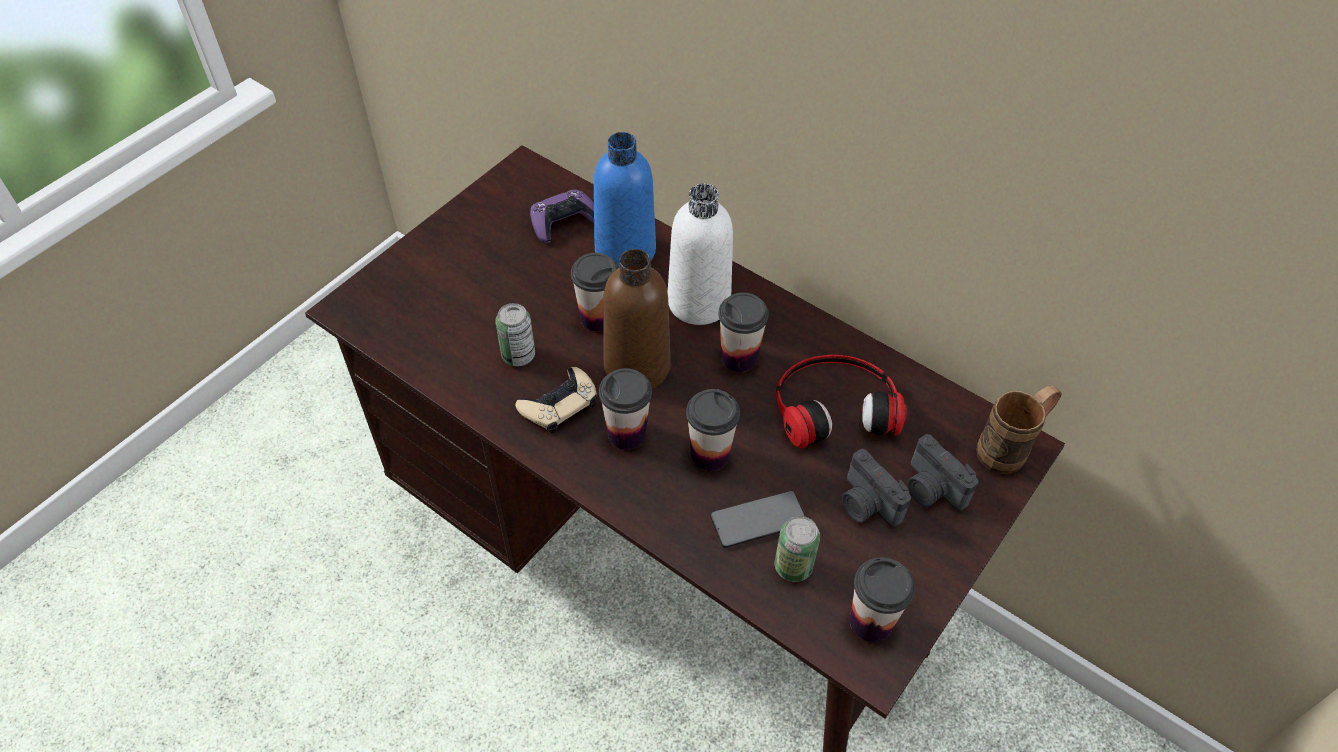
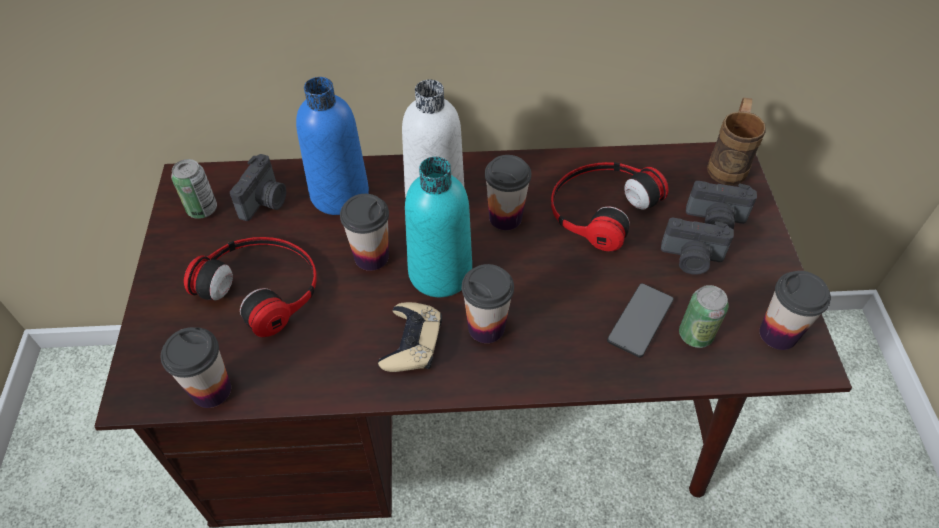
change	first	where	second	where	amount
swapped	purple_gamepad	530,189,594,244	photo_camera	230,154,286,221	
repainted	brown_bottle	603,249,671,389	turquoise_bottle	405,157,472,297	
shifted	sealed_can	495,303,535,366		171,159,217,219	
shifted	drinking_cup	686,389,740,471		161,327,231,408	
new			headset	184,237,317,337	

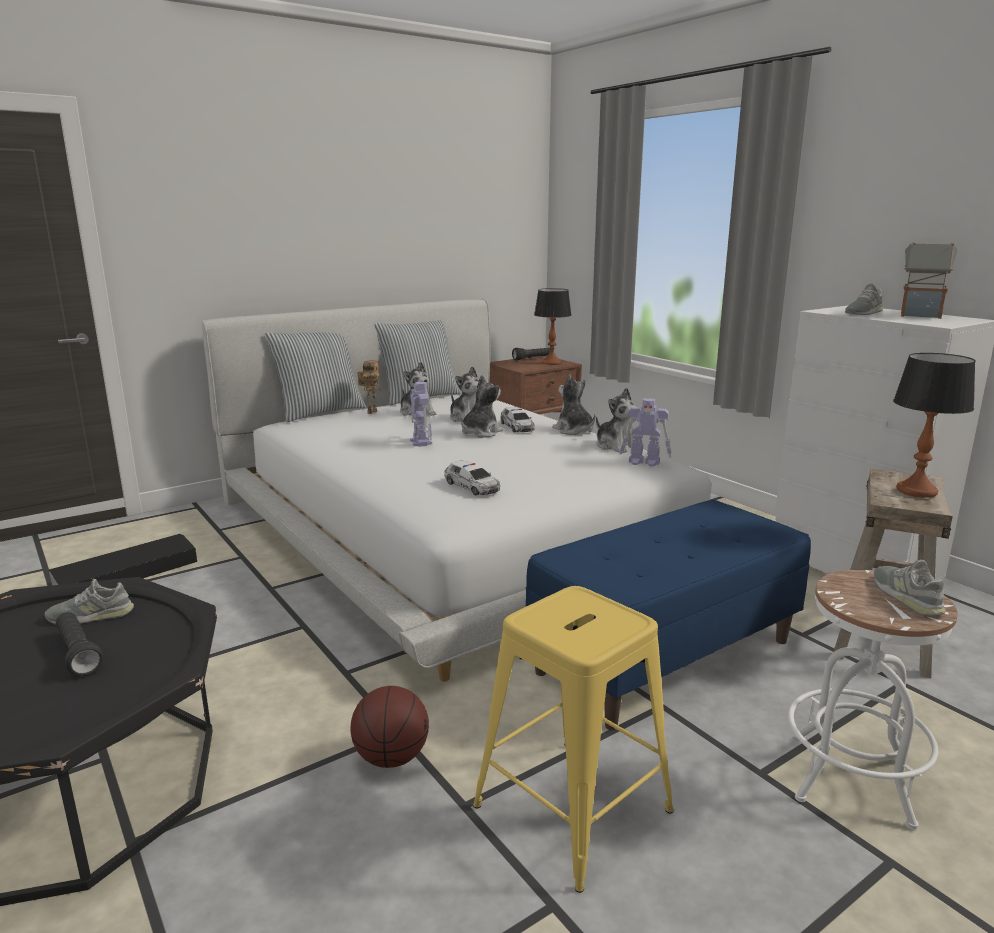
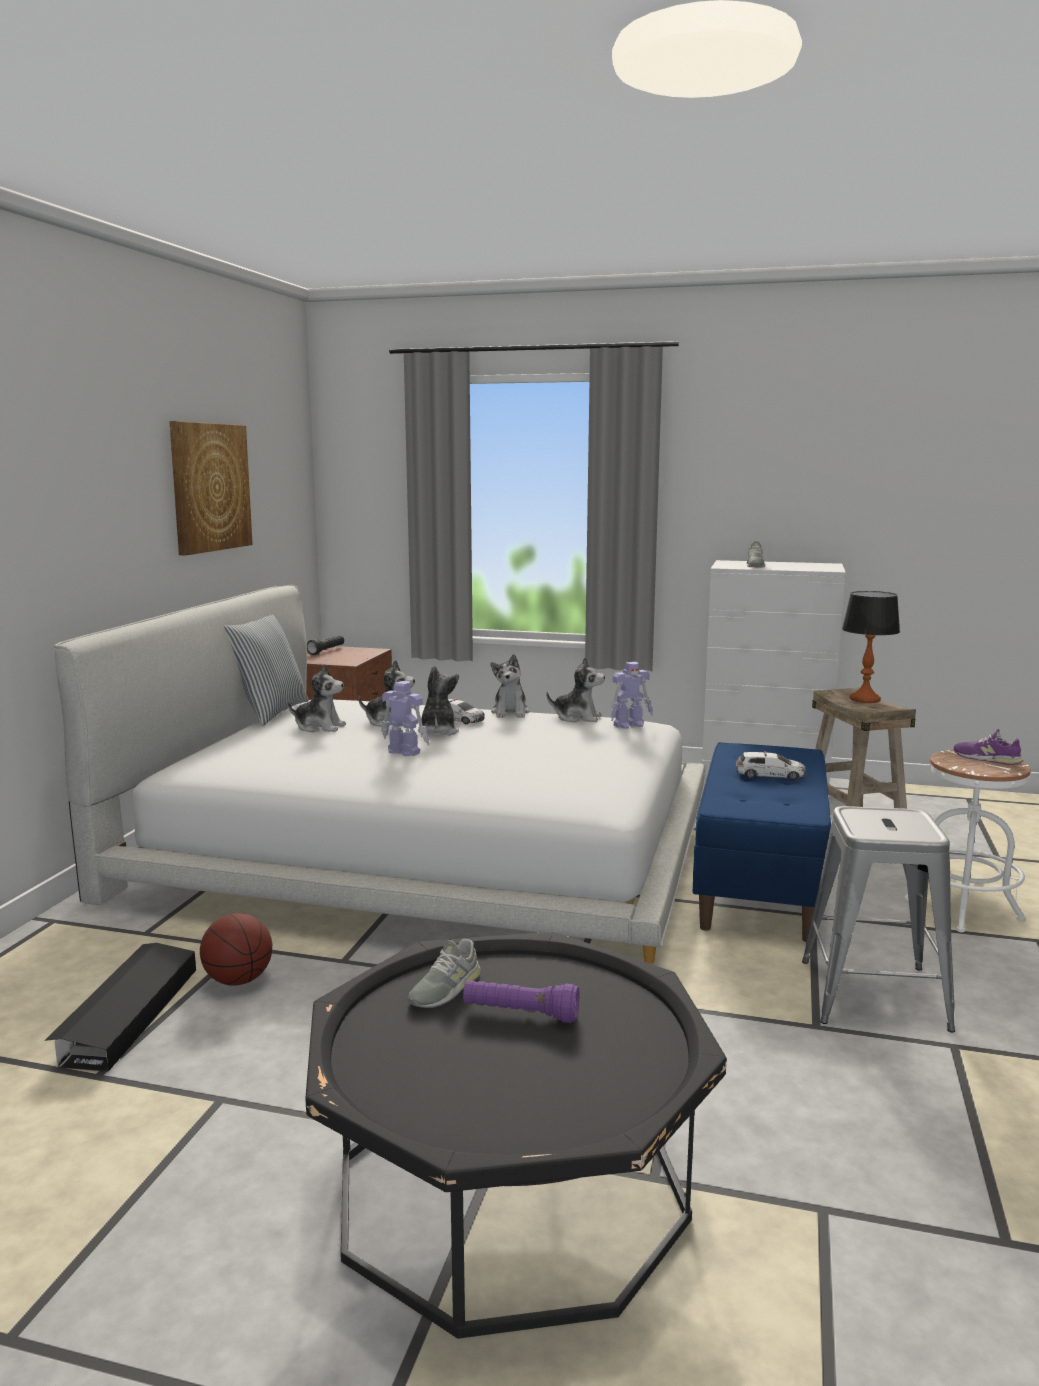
change	first	where	second	where	amount
gone	model_house	901,242,958,319			
gone	tabletop_lamp	534,288,572,365			
gone	throw_pillow	264,332,366,423			
gone	robot_figure	357,360,382,414			
rotated	cuddly_toy	552,375,595,435		491,654,529,718	105 degrees counterclockwise
shifted	toy_car	444,460,500,495		736,751,806,780	
repainted	gray_low_shoe	874,560,945,615	purple_low_shoe	954,729,1023,765	
repainted	yellowish_sitting_stool	473,586,674,893	gray_sitting_stool	802,806,955,1032	
repainted	blackish_flashlight	56,612,103,676	purple_flashlight	463,980,579,1023	
shifted	basketball	350,686,429,768		200,913,272,986	
new			picture	169,421,252,556	

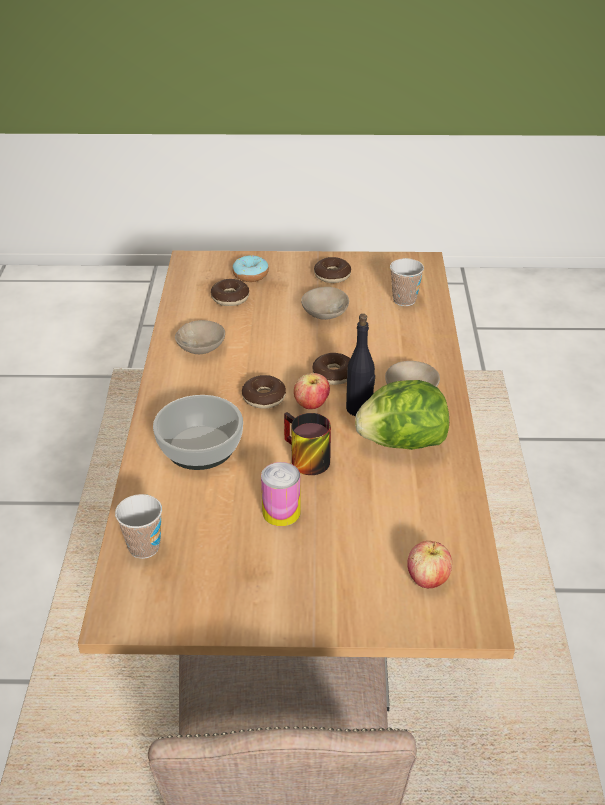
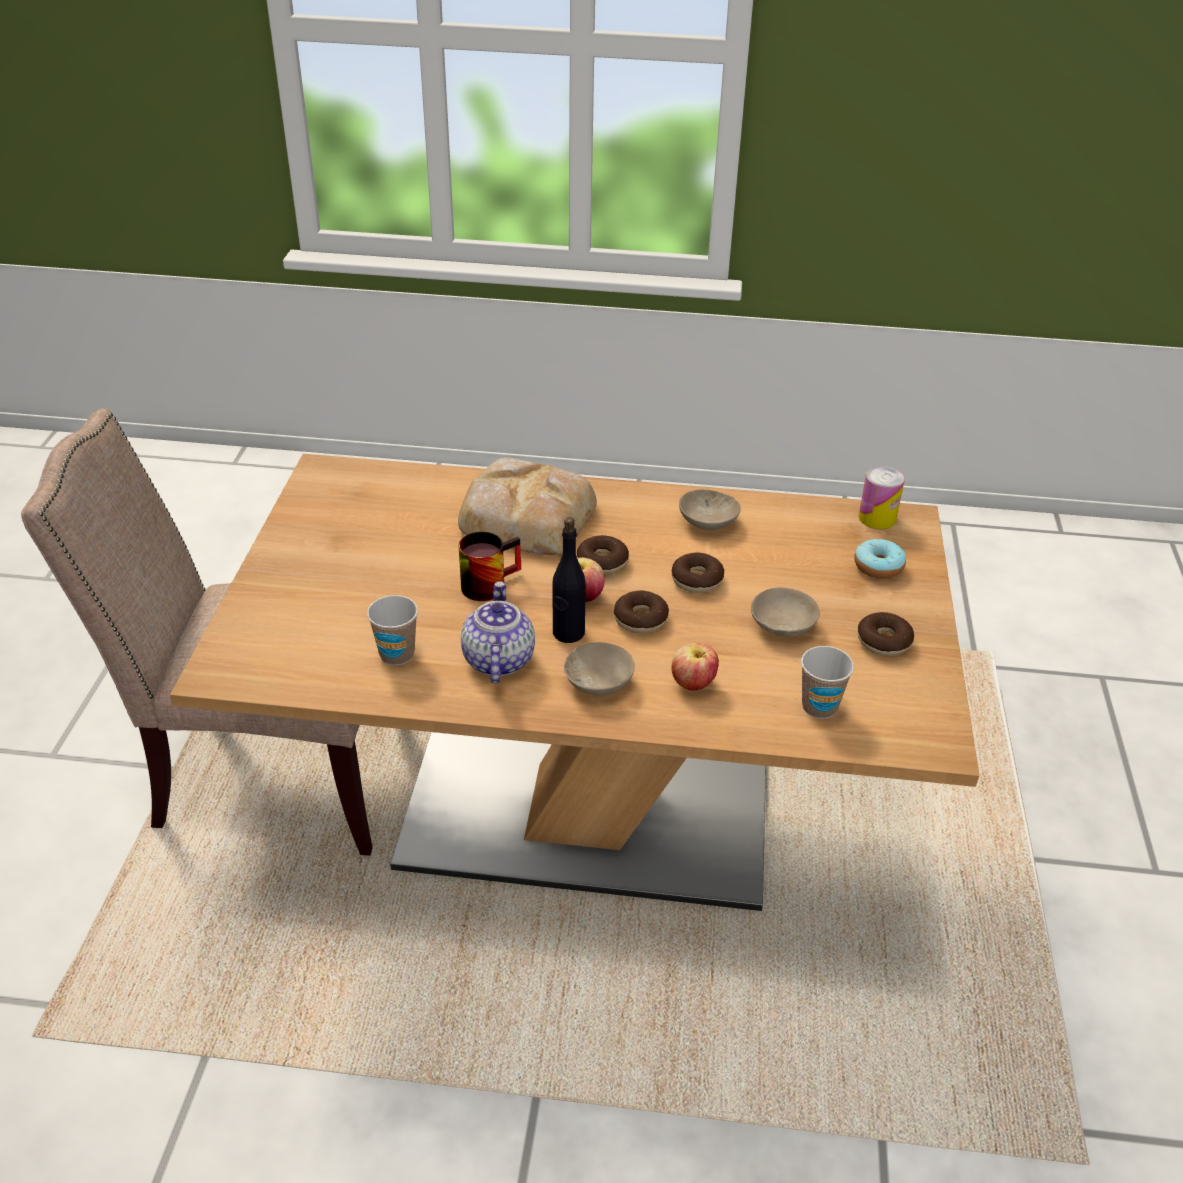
change	first	where	second	where	amount
shifted	ring_doughnut	211,279,249,306		671,553,724,593	
swapped	lettuce_head	355,380,449,450	tea_pot	461,581,535,683	
swapped	serving_bowl	153,395,243,470	baked_bread	458,457,597,555	
shifted	sealed_can	261,462,301,526		859,466,905,529	
shifted	drinking_cup	115,494,162,559		367,595,418,666	
shifted	apple_fruit	407,541,452,588		672,642,719,691	

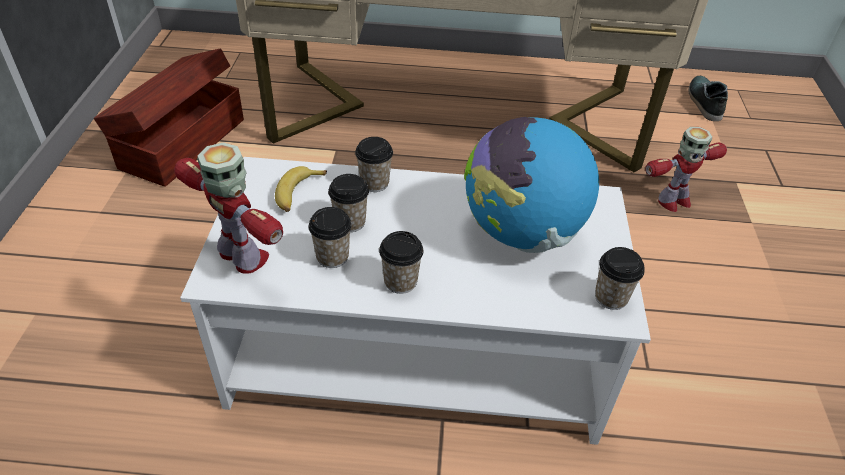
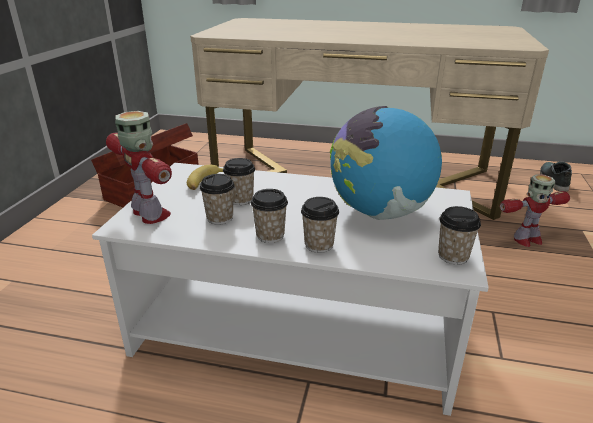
change	first	where	second	where	amount
shifted	drinking_cup	355,137,393,192		301,197,339,253	

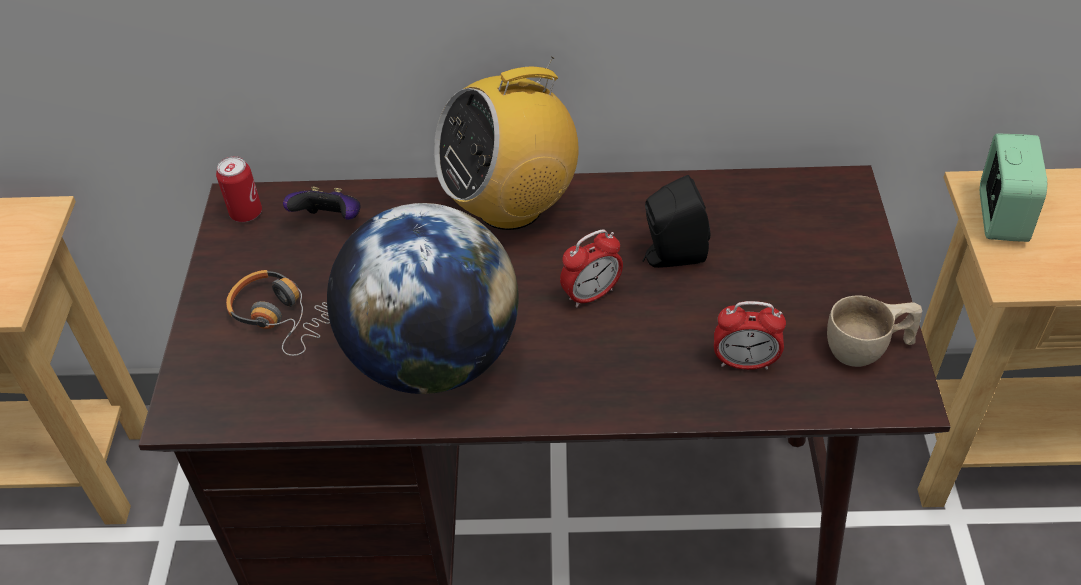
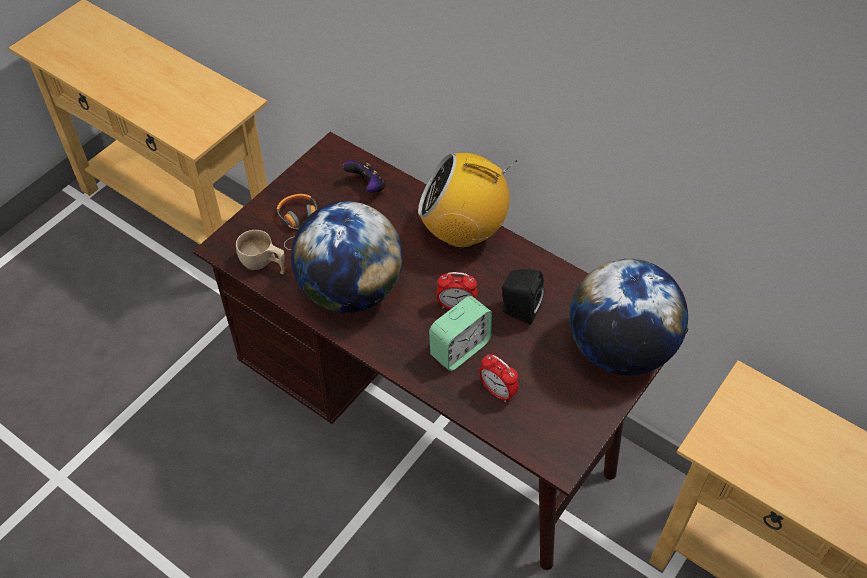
change	first	where	second	where	amount
shifted	alarm_clock	980,133,1047,242		429,296,492,371	
gone	sealed_can	216,156,262,222			
shifted	beige_drinking_cup	827,295,922,367		236,230,285,274	
new			world_globe	569,259,688,375	

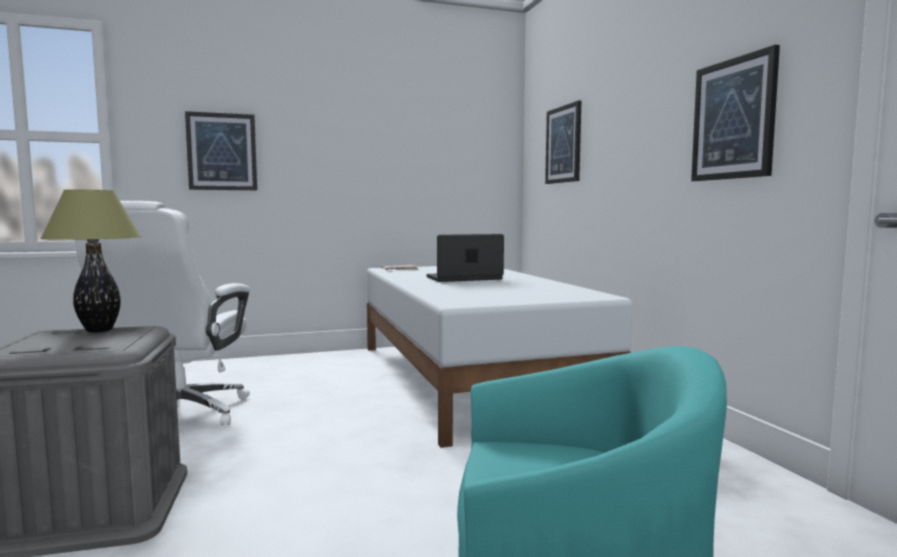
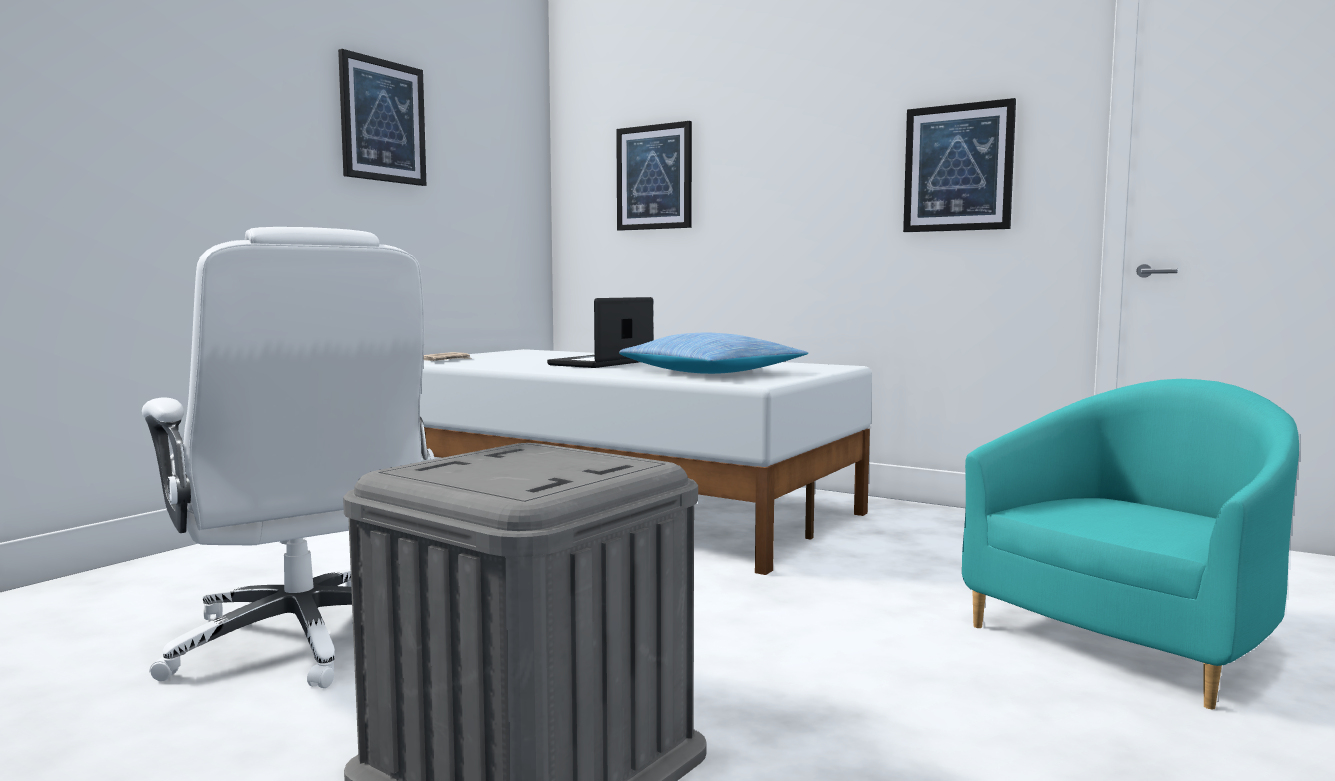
change	first	where	second	where	amount
shifted	picture	185,111,257,190		338,49,426,186	
gone	tabletop_lamp	40,189,141,332			
new			throw_pillow	619,332,808,374	

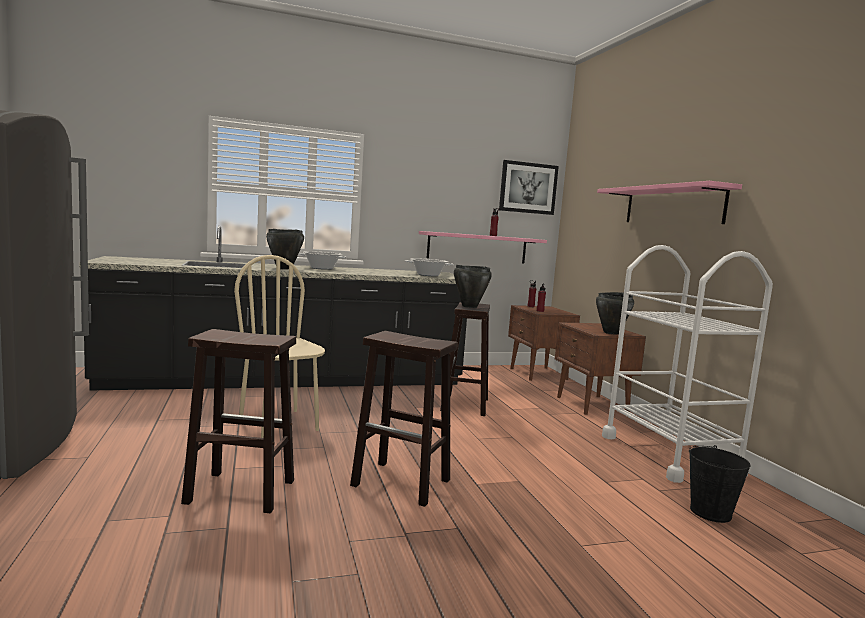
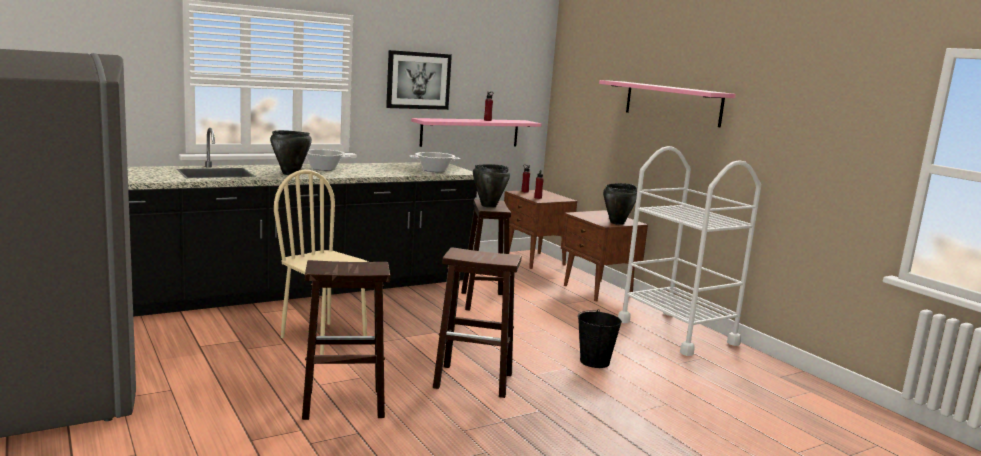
change	first	where	second	where	amount
shifted	picture	499,160,559,215		386,50,452,110	
shifted	blackish_bucket	689,445,751,523		578,309,622,368	

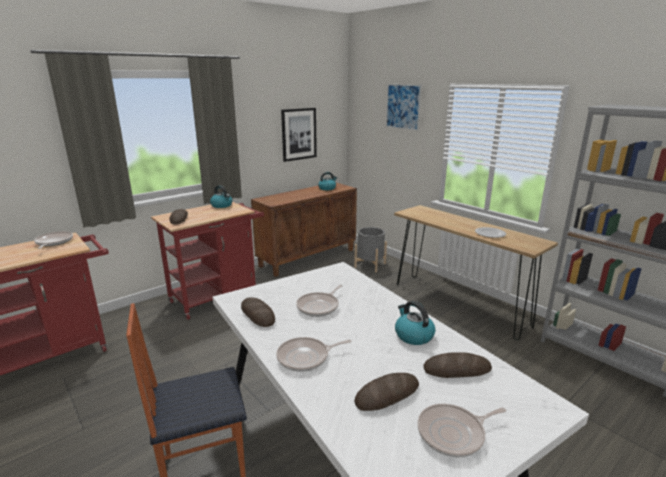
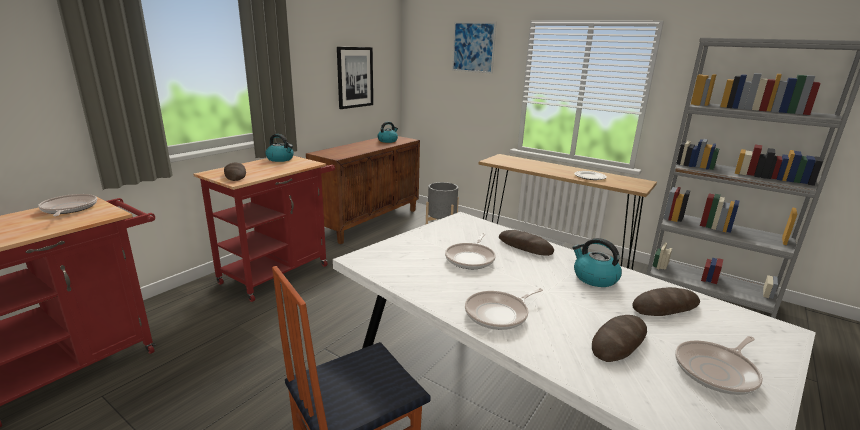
change	first	where	second	where	amount
shifted	baked_bread	241,297,275,327		499,230,554,256	

